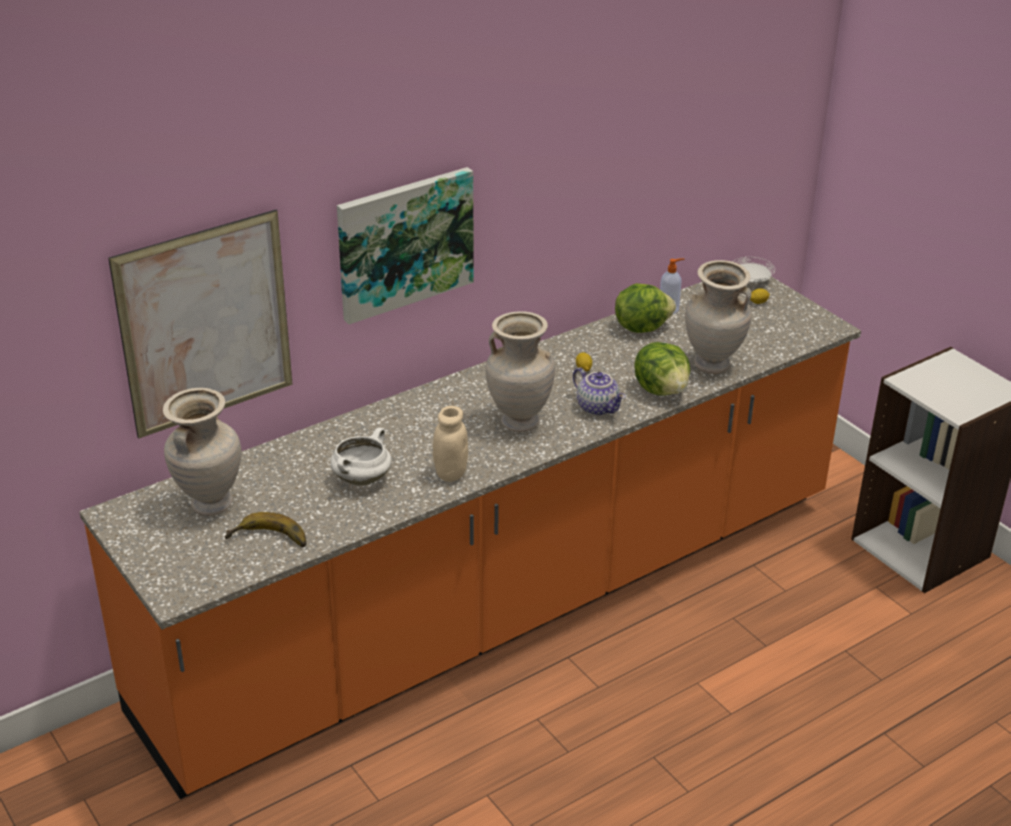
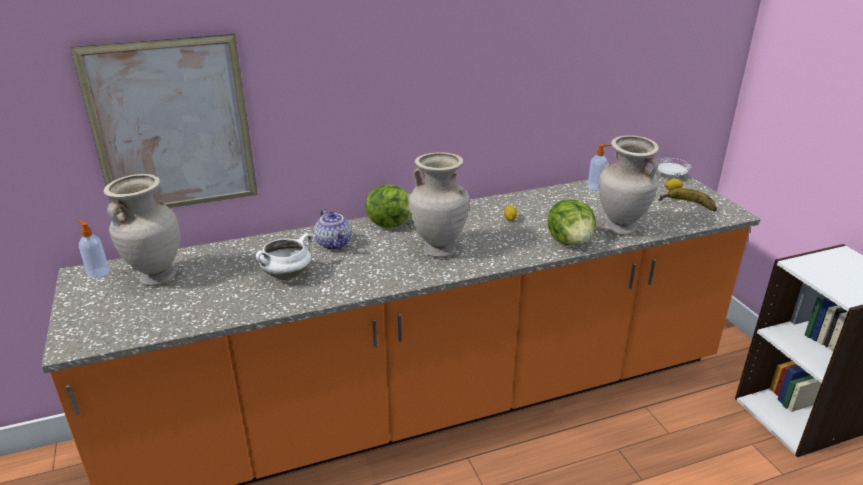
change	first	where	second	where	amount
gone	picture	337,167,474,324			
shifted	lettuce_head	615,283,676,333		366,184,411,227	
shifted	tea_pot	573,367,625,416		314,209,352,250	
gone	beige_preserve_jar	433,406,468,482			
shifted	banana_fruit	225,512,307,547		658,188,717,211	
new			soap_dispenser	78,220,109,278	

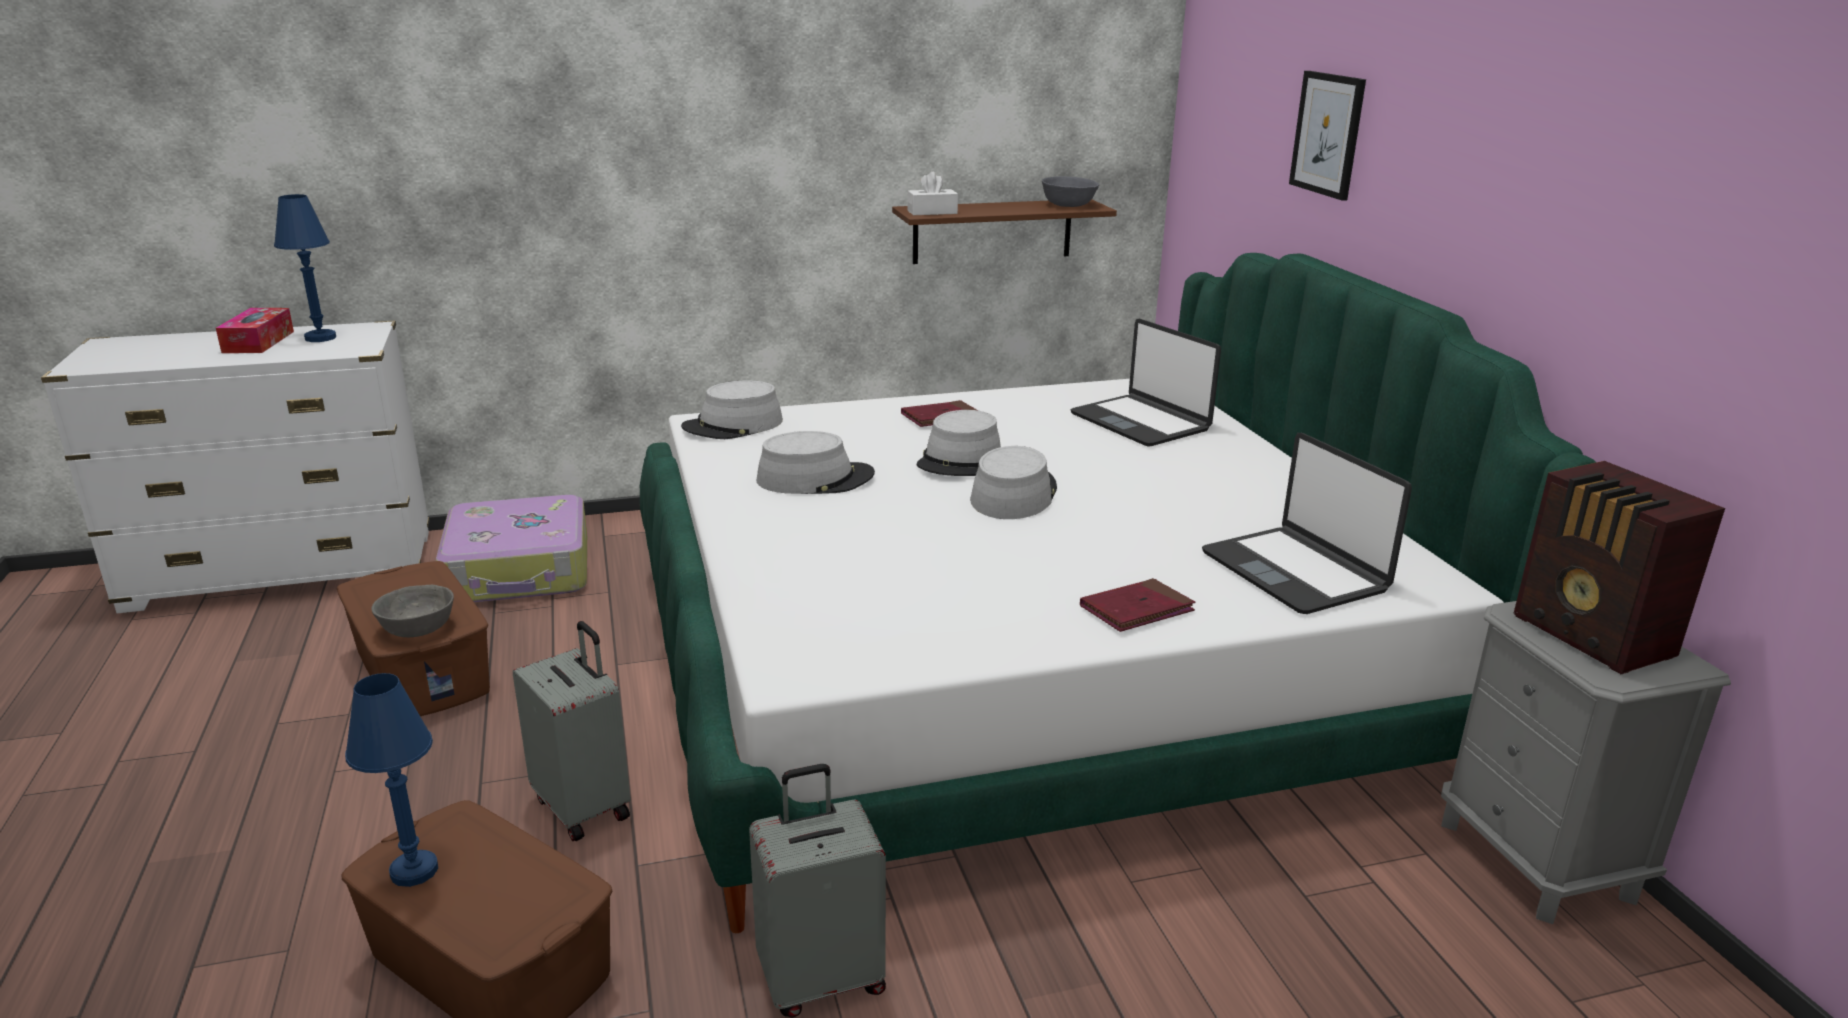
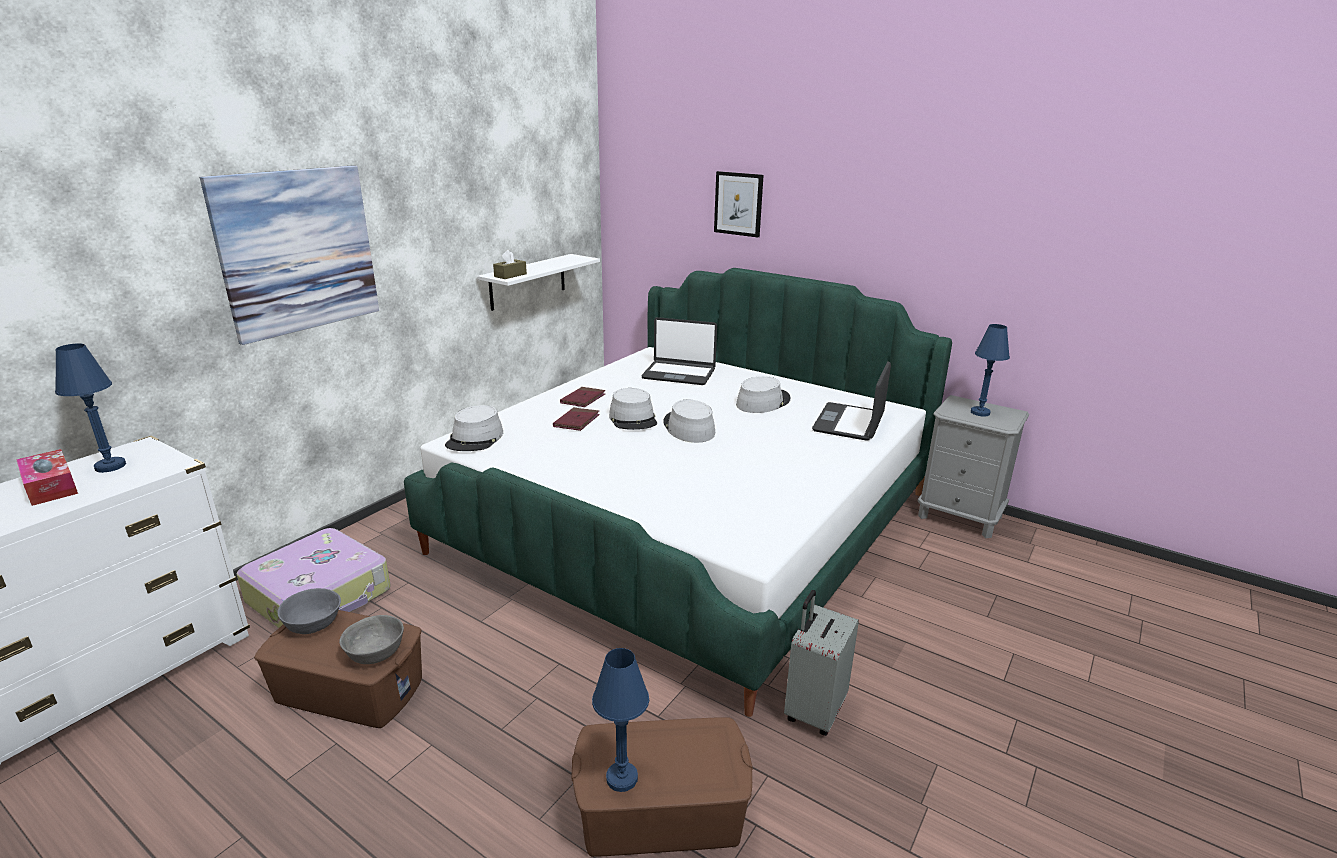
change	first	where	second	where	amount
repainted	white-coloured_tissue_box	907,172,958,215	brown_tissue_box	493,250,527,279	
shifted	gray_serving_bowl	1042,176,1099,207		277,588,341,634	
repainted	brown_bracket_shelf	892,200,1117,264	white-coloured_bracket_shelf	477,254,600,311	
shifted	gray_hat	756,431,875,494		736,376,790,413	
rotated	portable_computer	1202,433,1412,614		812,361,891,441	90 degrees clockwise
swapped	radio	1514,461,1725,674	blue_tabletop_lamp	971,324,1010,417	
shifted	reddish_bound_book	1080,578,1195,632		553,407,600,431	
gone	gray_suitcase	513,621,631,841			
new			picture	200,165,379,345	

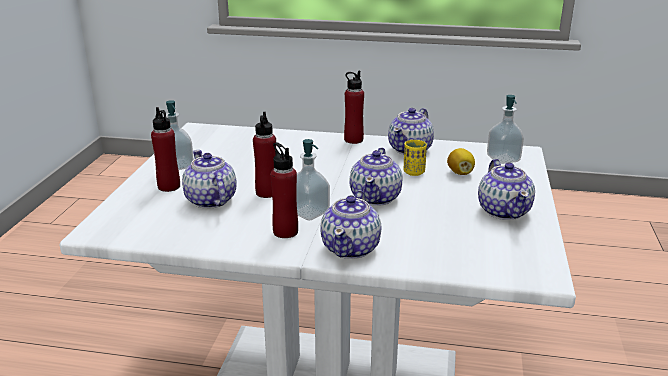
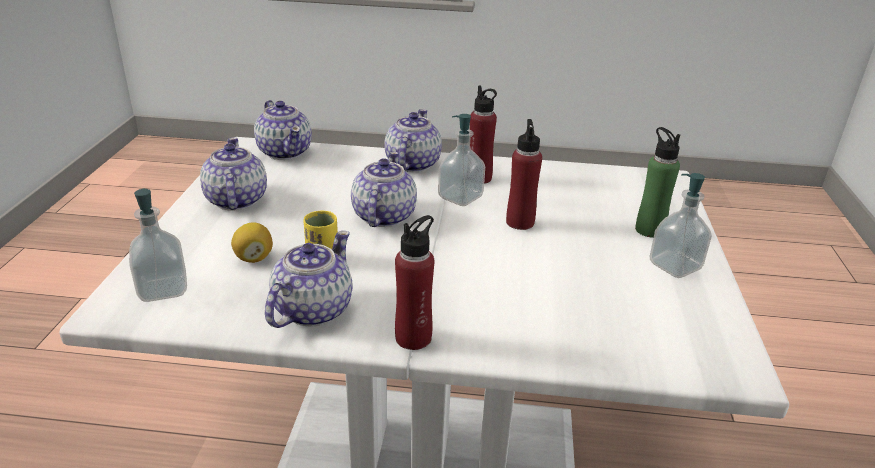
change	first	where	second	where	amount
repainted	reddish_bottle	151,107,180,192	greenish_bottle	635,127,680,238	
shifted	tea_pot	182,150,237,209		254,100,312,160	

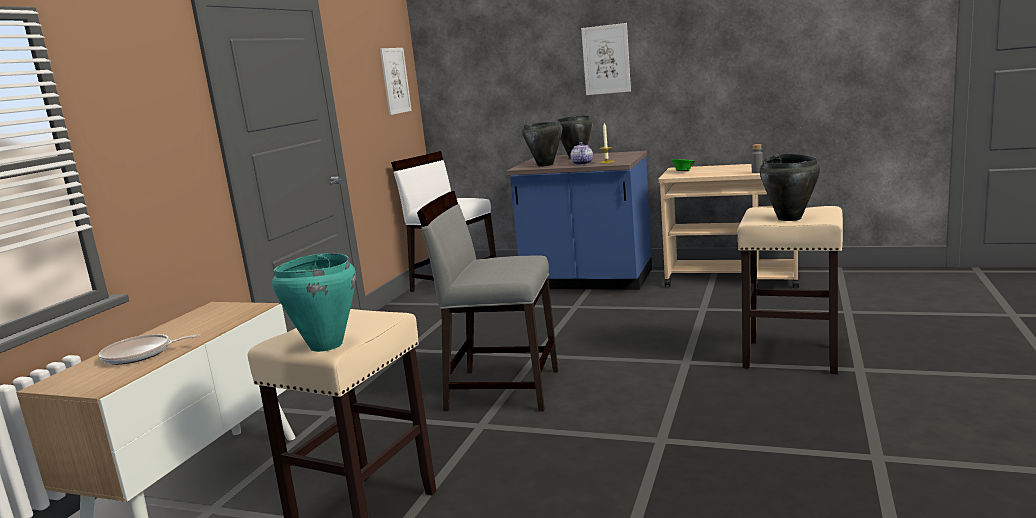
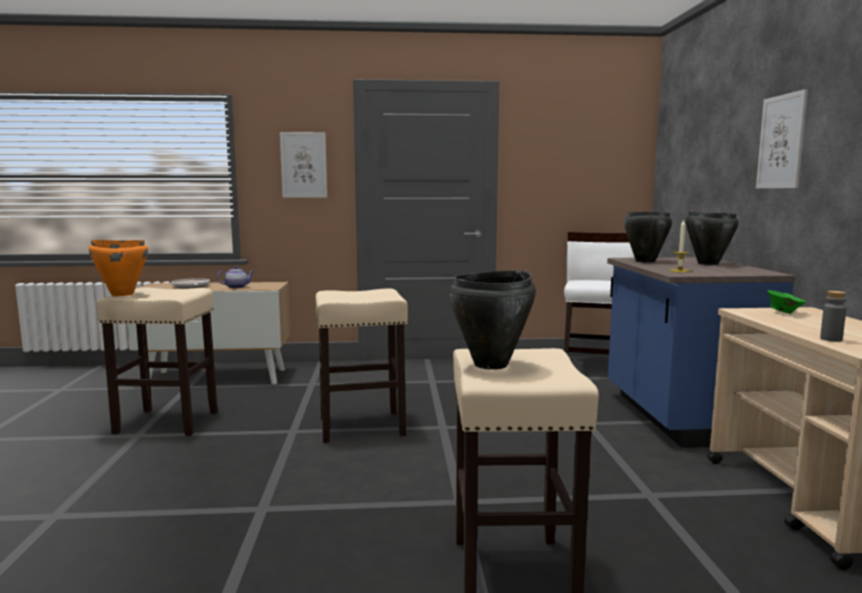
change	first	where	second	where	amount
shifted	picture	380,48,412,115		280,132,327,198	
shifted	tea_pot	570,142,593,165		217,266,254,289	
swapped	gray_plain_chair	417,191,558,411	beige_sitting_stool	315,289,408,443	
repainted	turquoise_cooking_pot	272,253,356,352	orangey_cooking_pot	89,240,148,296	

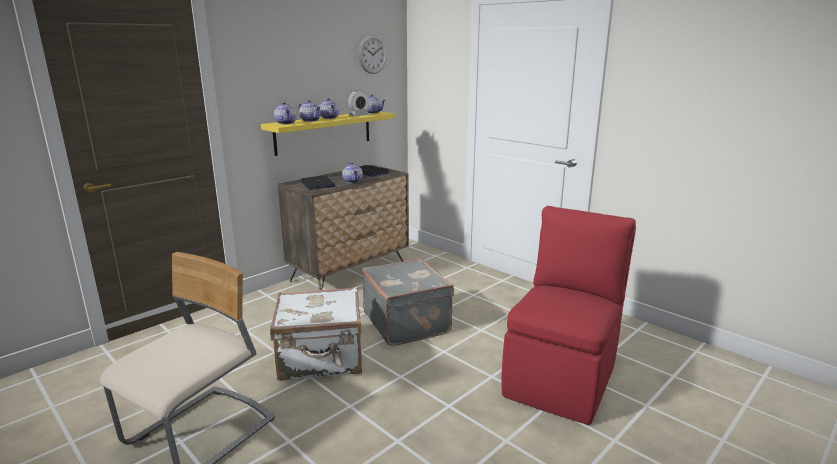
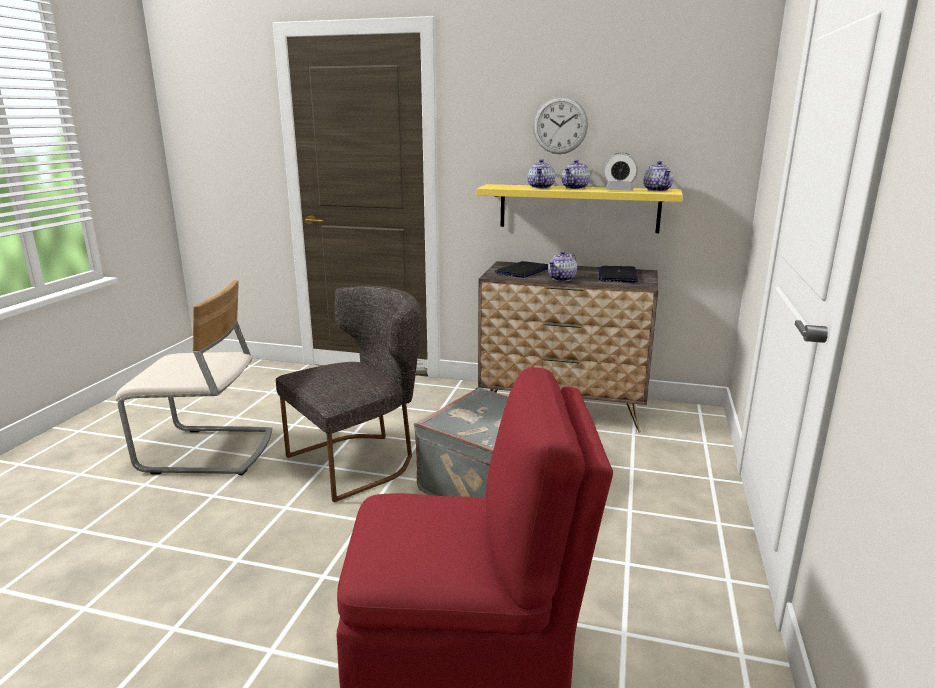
change	first	where	second	where	amount
shifted	hanging_clock	358,35,387,74		533,96,588,154	
gone	tea_pot	274,102,296,124			
swapped	white-coloured_suitcase	270,287,362,381	gray_plain_chair	276,286,423,502	

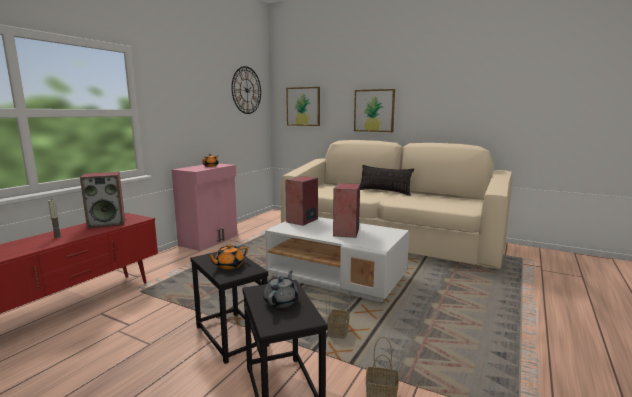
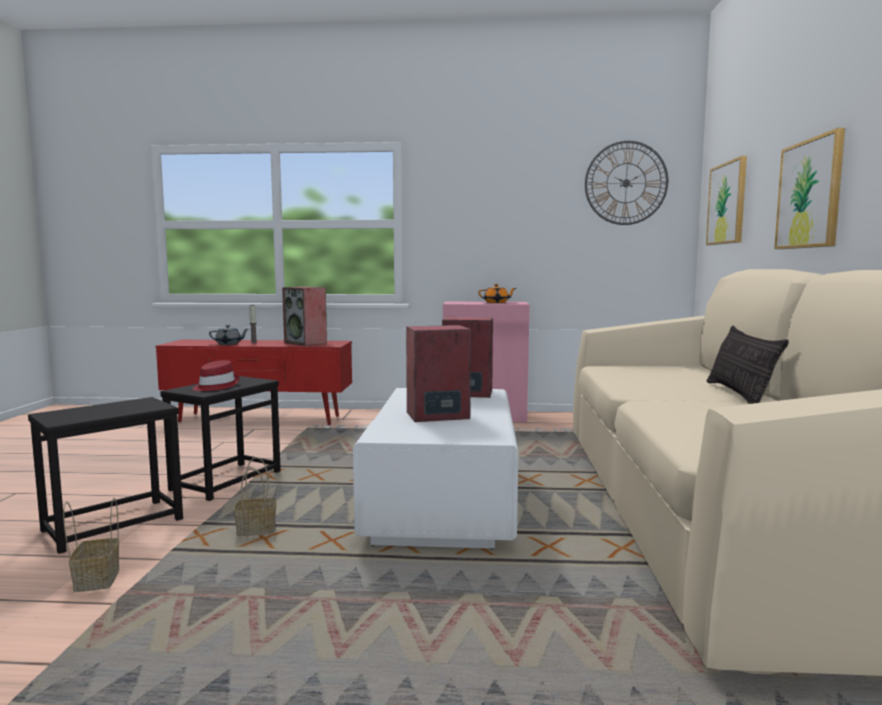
change	first	where	second	where	amount
swapped	orangey_tea_pot	207,244,248,269	reddish_hat	193,360,240,391	
shifted	gray_tea_pot	263,271,298,308		209,325,248,345	

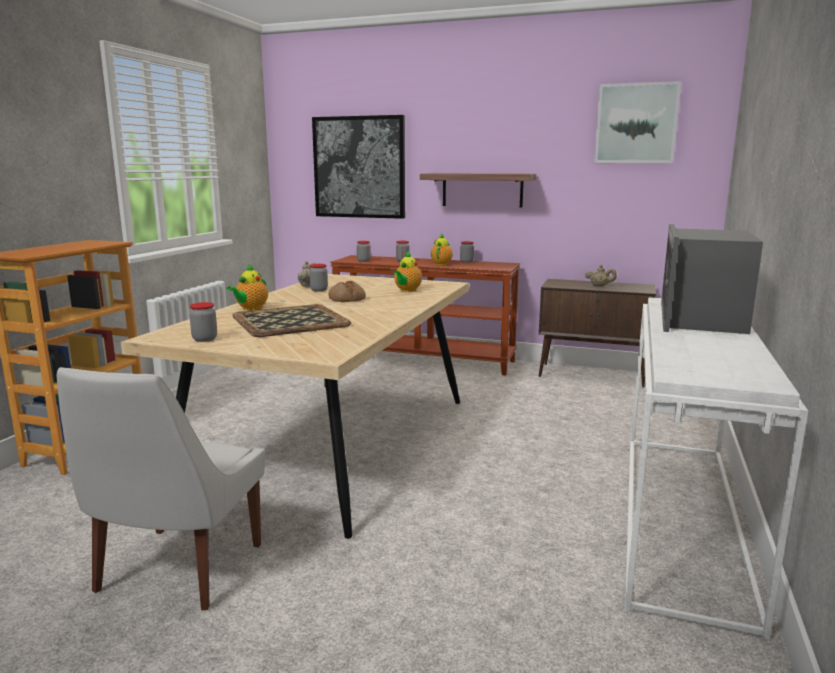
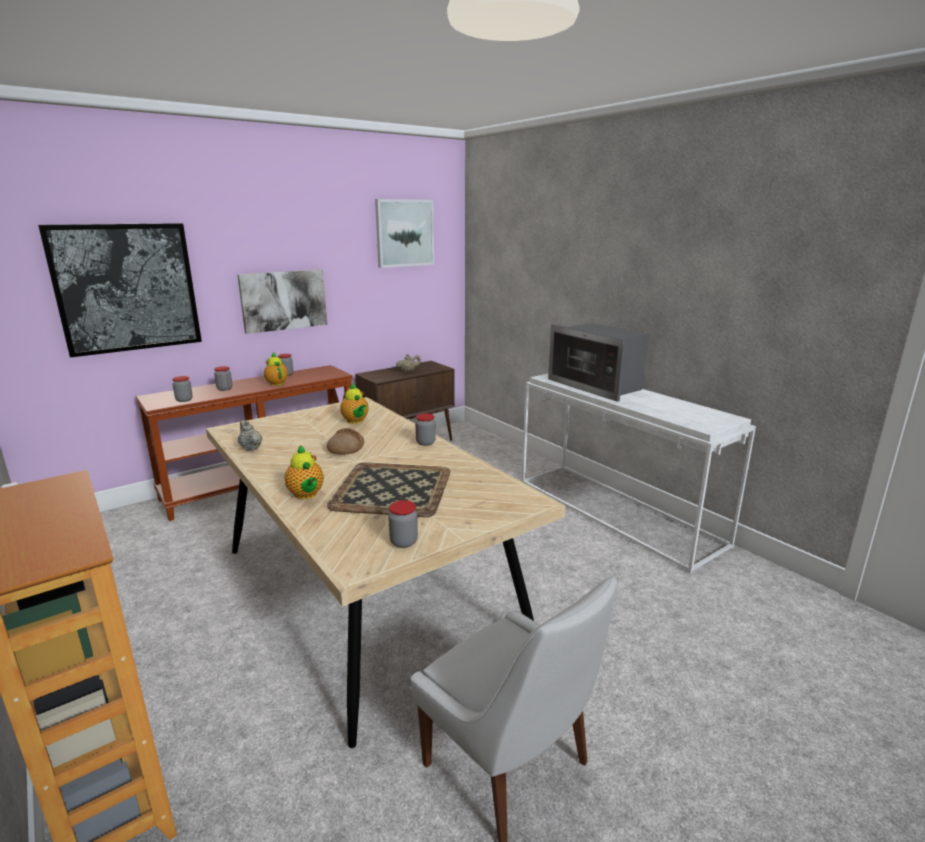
change	first	where	second	where	amount
swapped	bracket_shelf	420,173,536,208	picture	237,270,327,334	
shifted	preserve_jar	309,264,328,291		415,413,436,446	

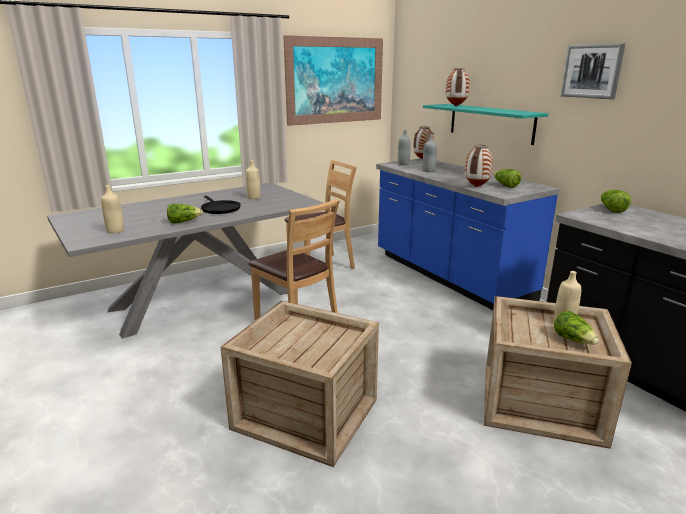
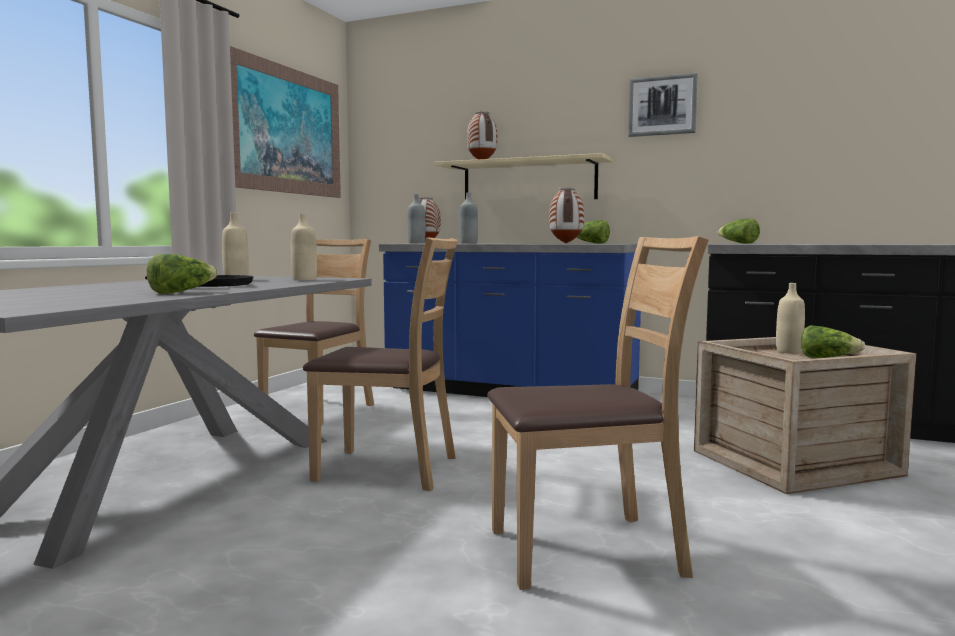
change	first	where	second	where	amount
repainted	turquoise_bracket_shelf	423,104,549,145	beige_bracket_shelf	434,153,613,199	
shifted	beige_bottle	101,185,124,233		291,213,317,281	
swapped	shipping_crate	221,301,379,467	brown_plain_chair	487,236,709,590	

